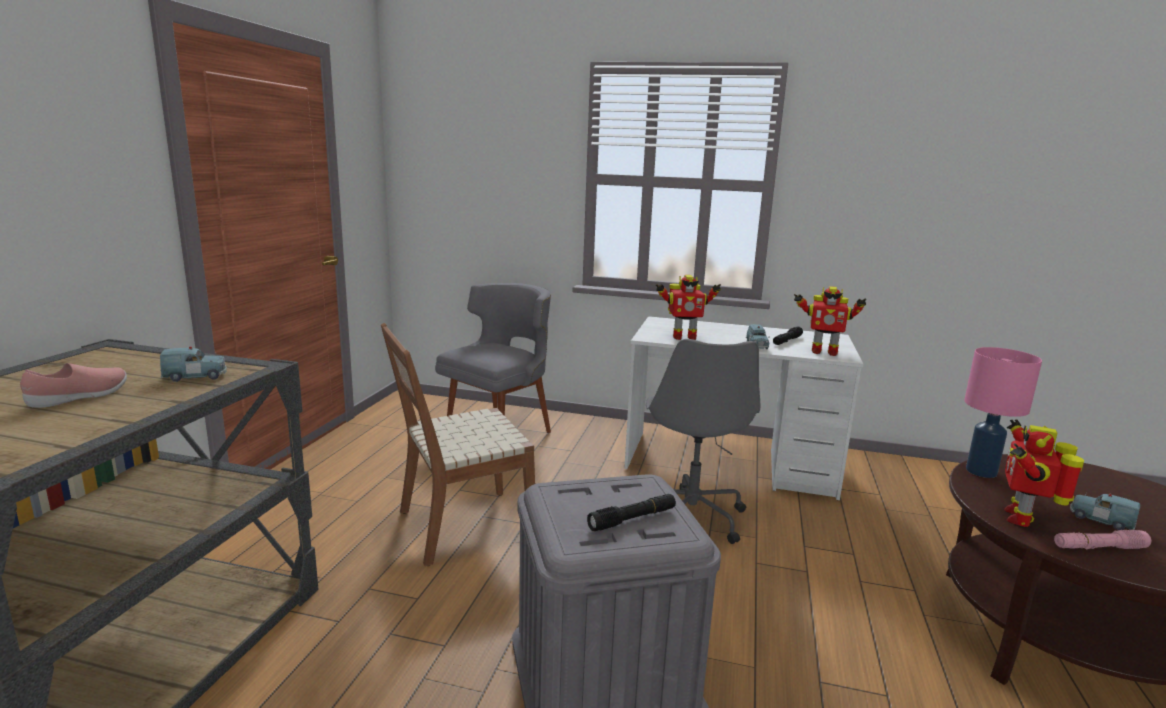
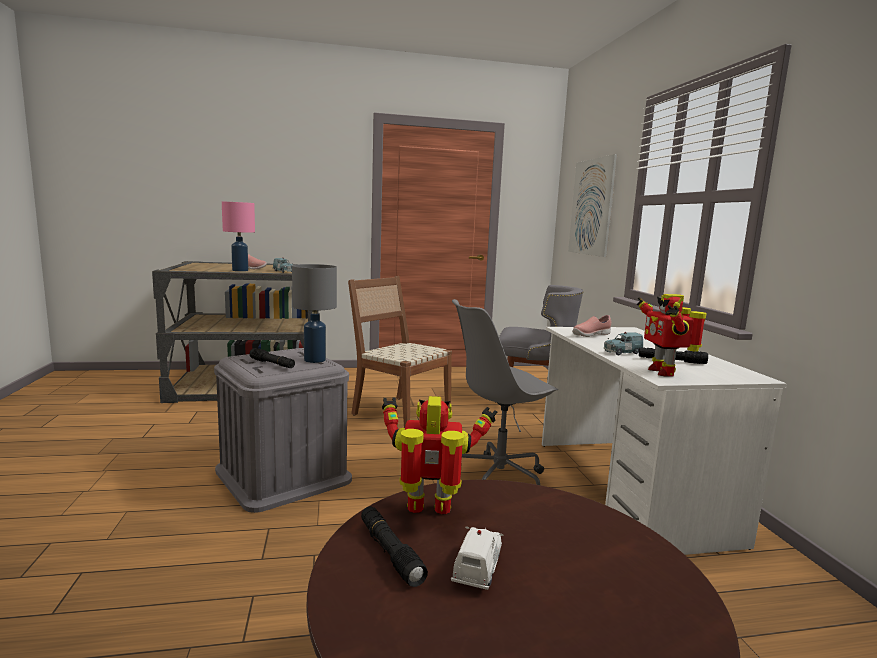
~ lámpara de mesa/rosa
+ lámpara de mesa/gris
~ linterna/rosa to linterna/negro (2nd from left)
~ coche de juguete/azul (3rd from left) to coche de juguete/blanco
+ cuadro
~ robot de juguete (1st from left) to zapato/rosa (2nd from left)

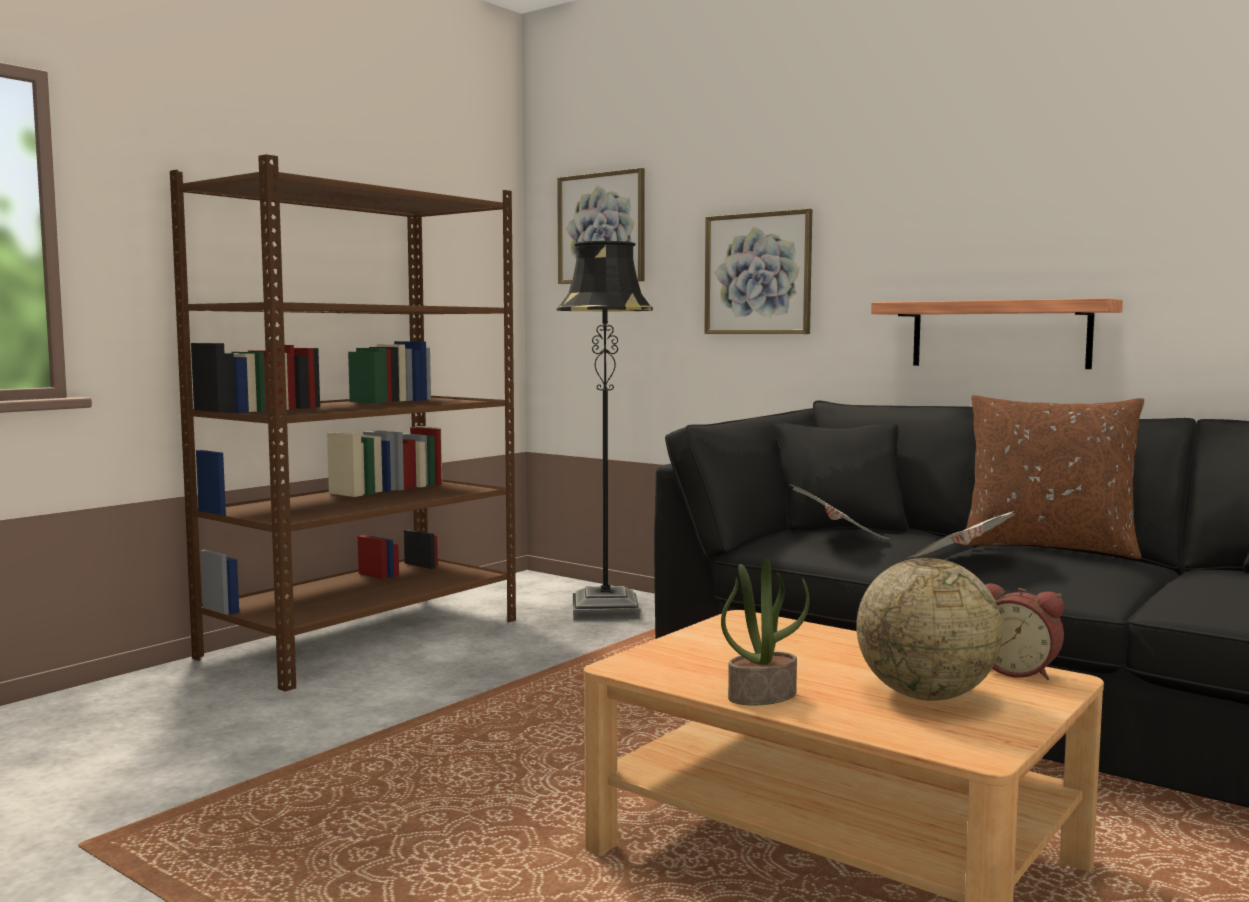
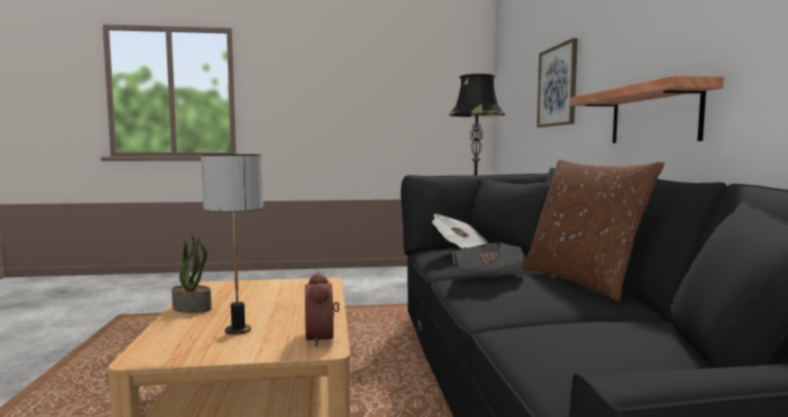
~ globo terráqueo to lámpara de mesa
- estantería/marrón
- cuadro (1st from left)

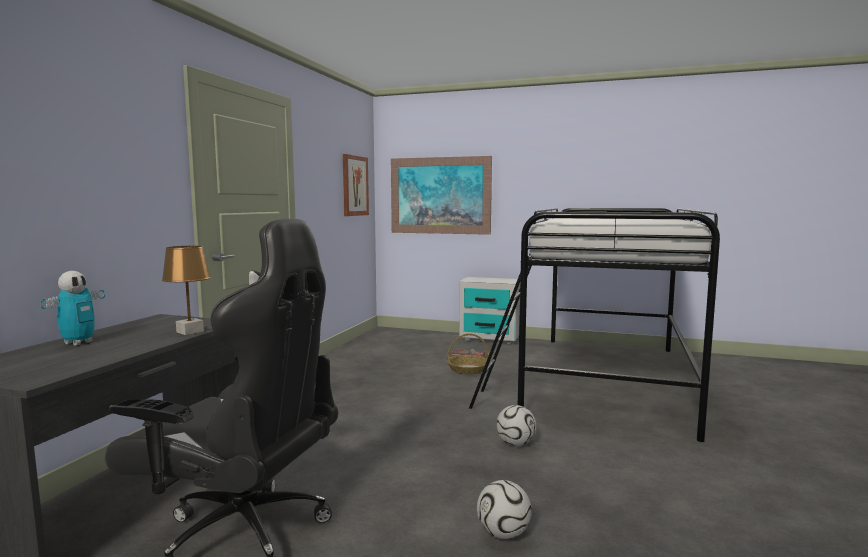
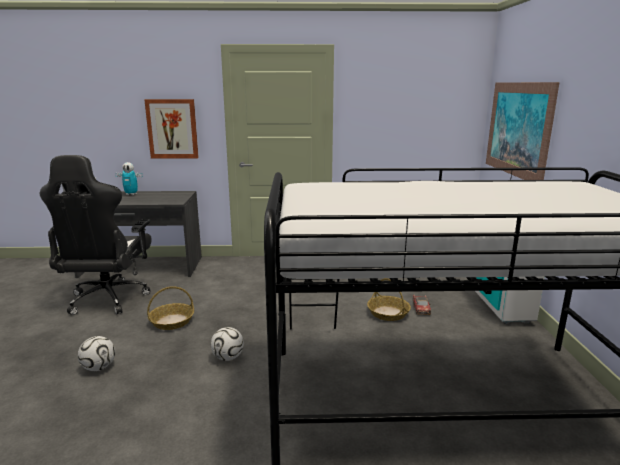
~ cuadro (1st from left)
+ cesta (1st from left)
- lámpara de mesa/marrón

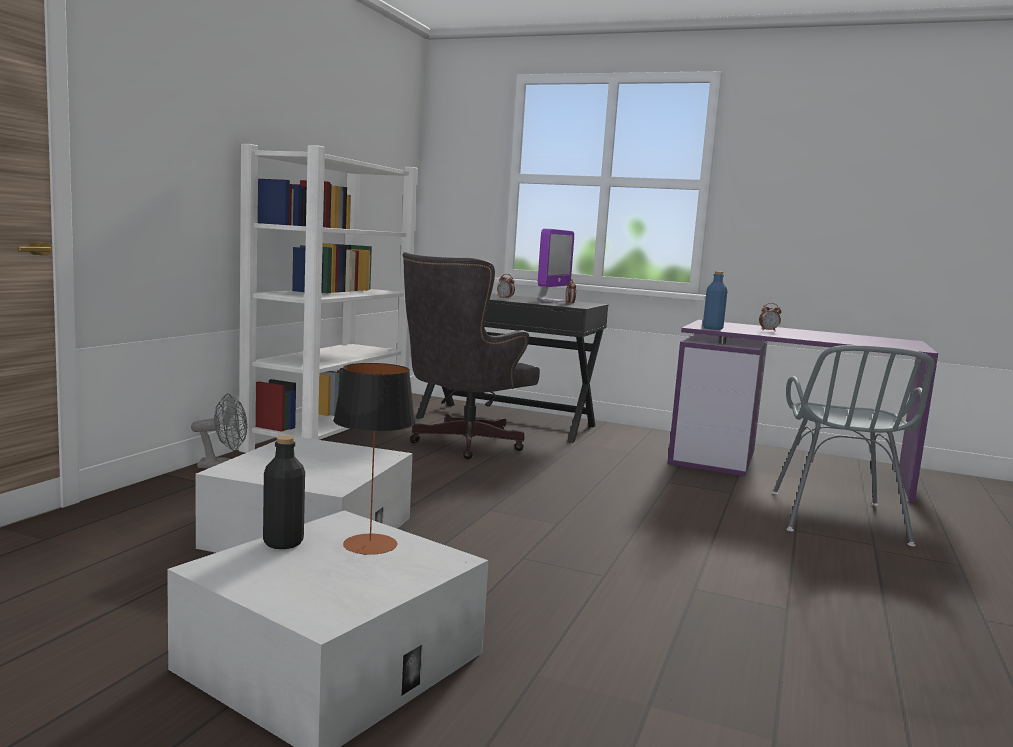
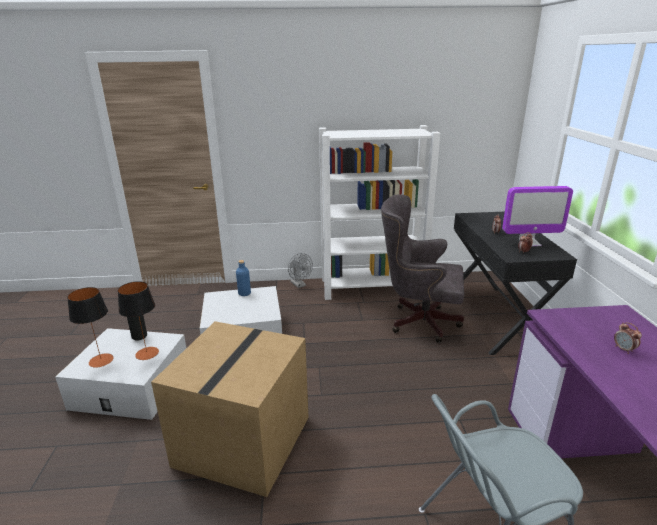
+ lámpara de mesa (1st from left)
+ caja de cartón
~ botella/azul

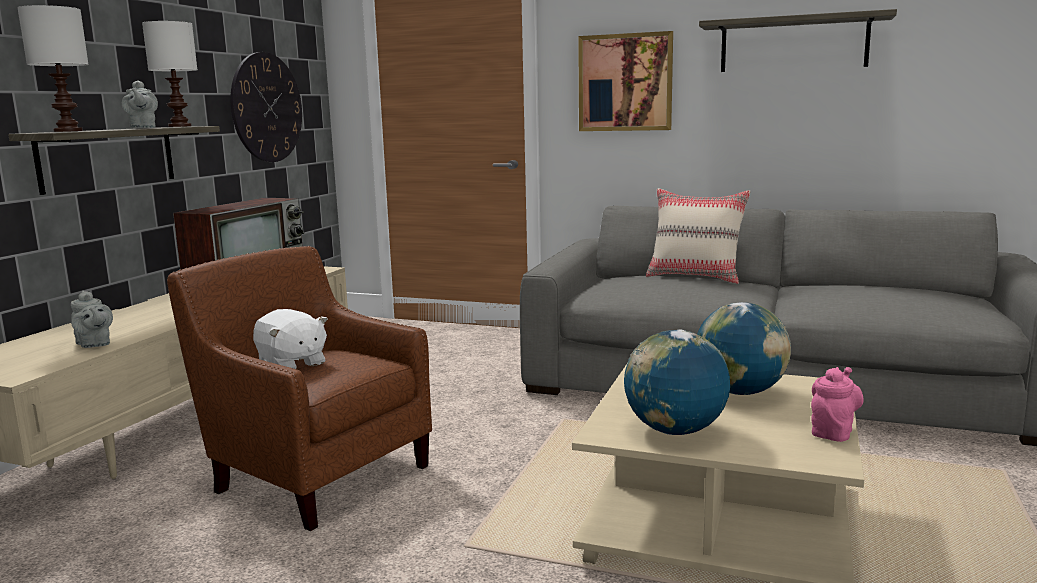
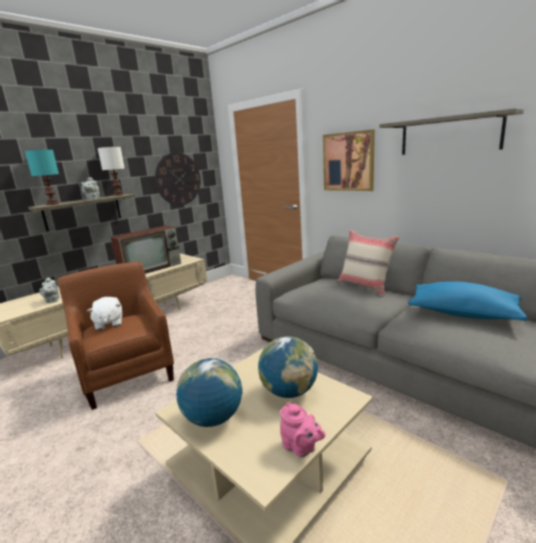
~ lámpara de mesa/blanco (1st from left) to lámpara de mesa/turquesa
~ tetera/rosa 75 degrees clockwise
+ cojín/azul

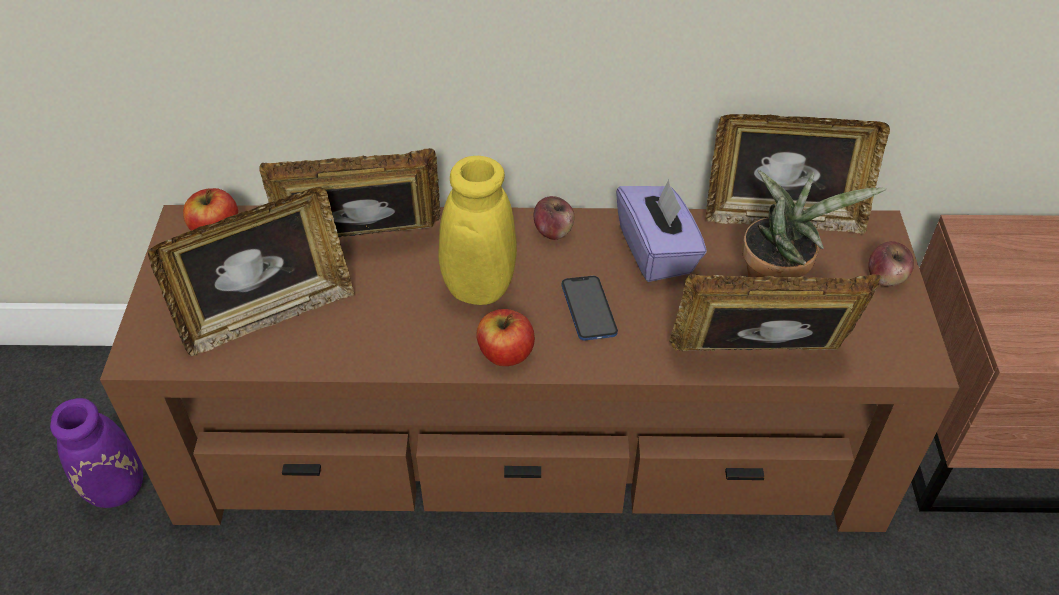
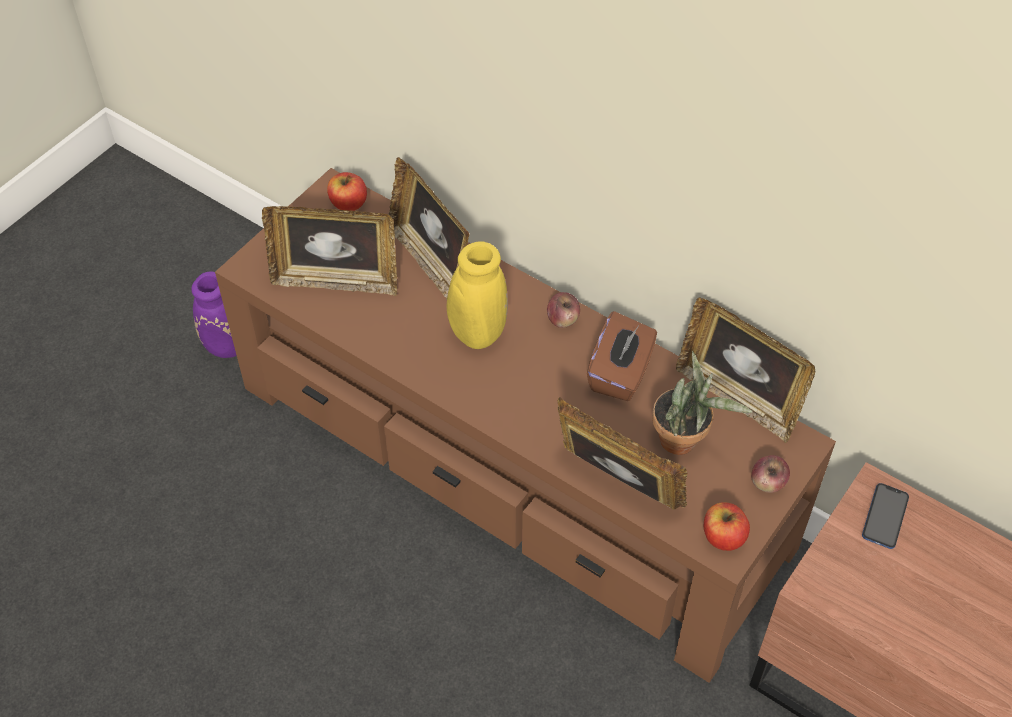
~ portarretratos (2nd from left) 150 degrees counterclockwise
~ caja de pañuelos/morado to caja de pañuelos/marrón
~ manzana (2nd from left in the first image) to manzana (3rd from left)
~ móvil

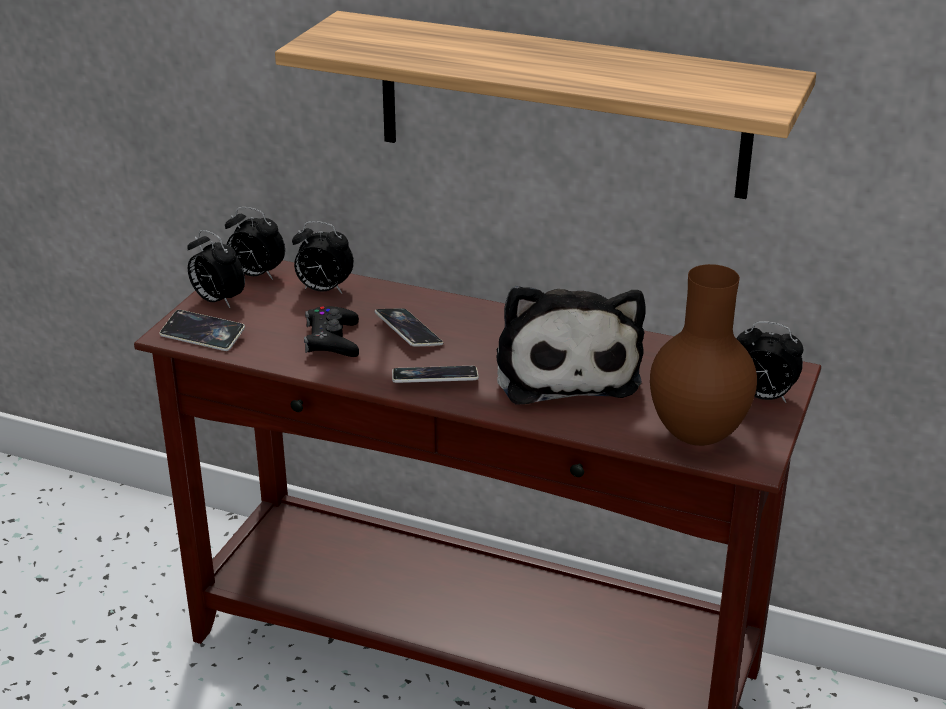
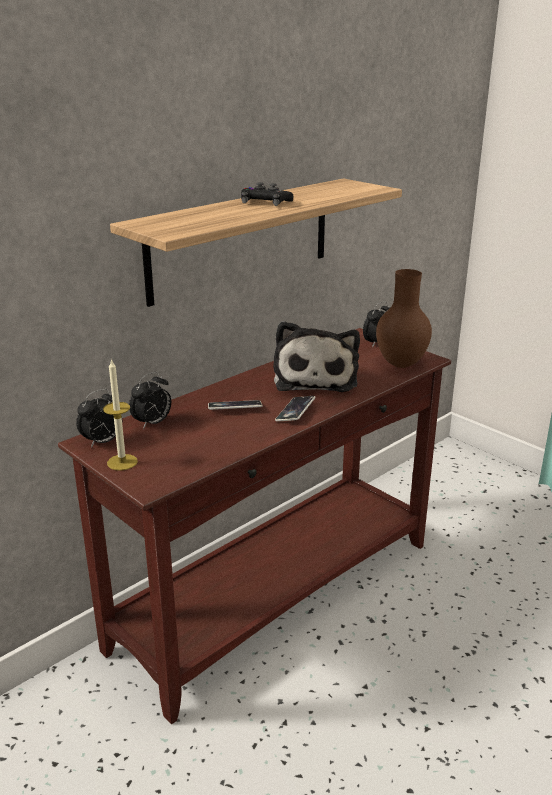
~ despertador (1st from left) to vela
~ mando de consola/negro
~ peluche 75 degrees clockwise
- móvil (1st from left)

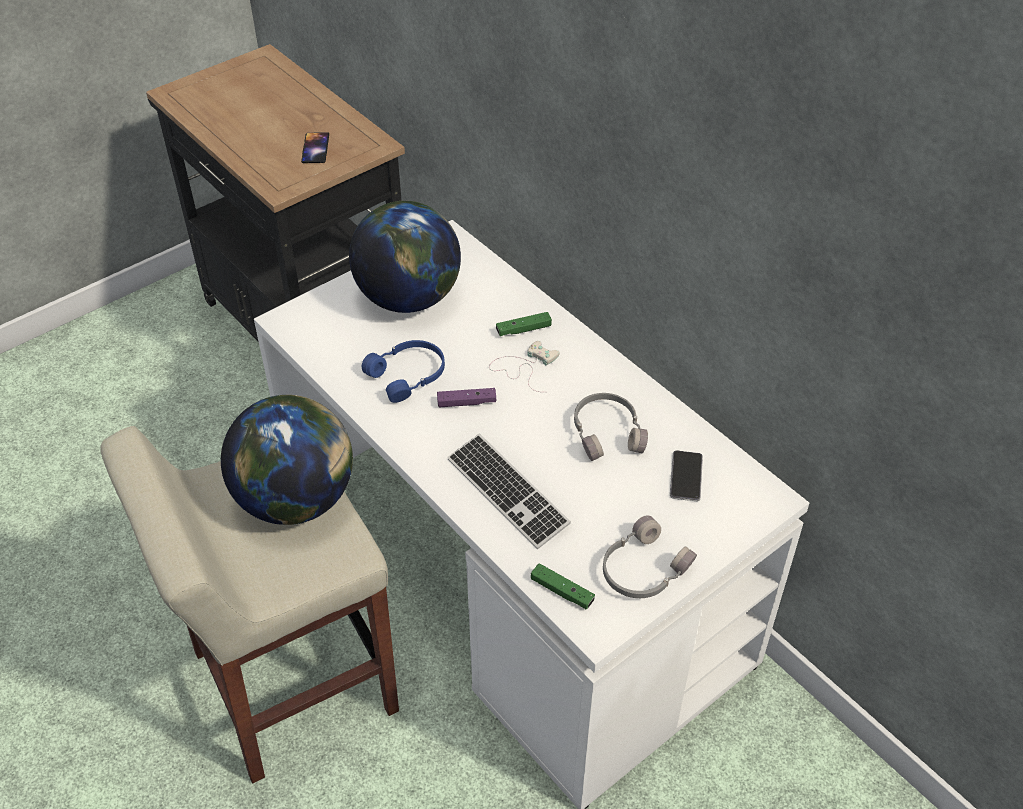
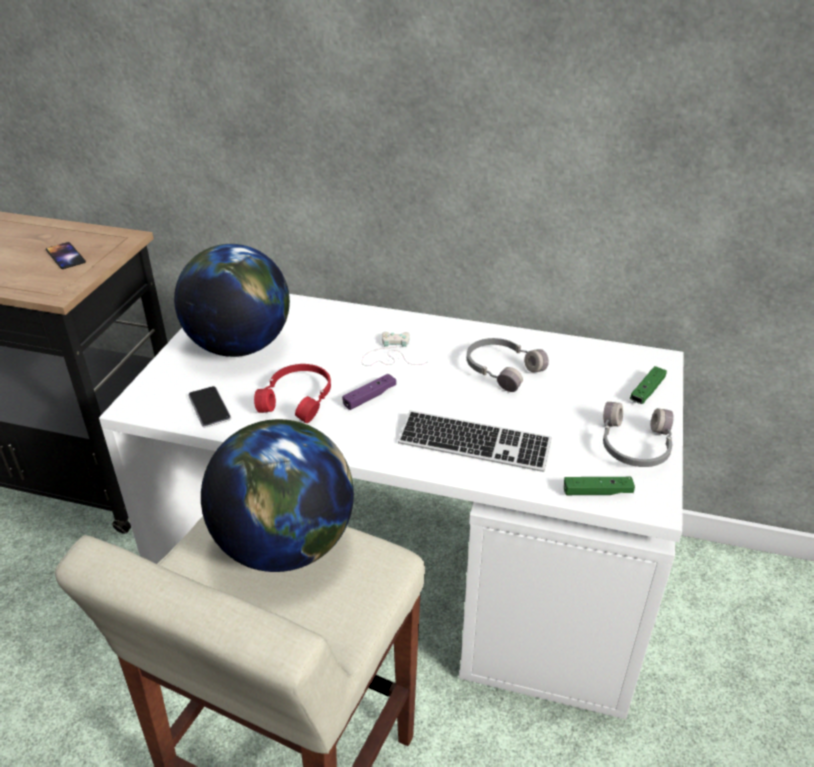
~ móvil (2nd from left)
~ auriculares/azul to auriculares/rojo
~ mando de consola/verde (1st from left in the first image) to mando de consola/verde (2nd from left)

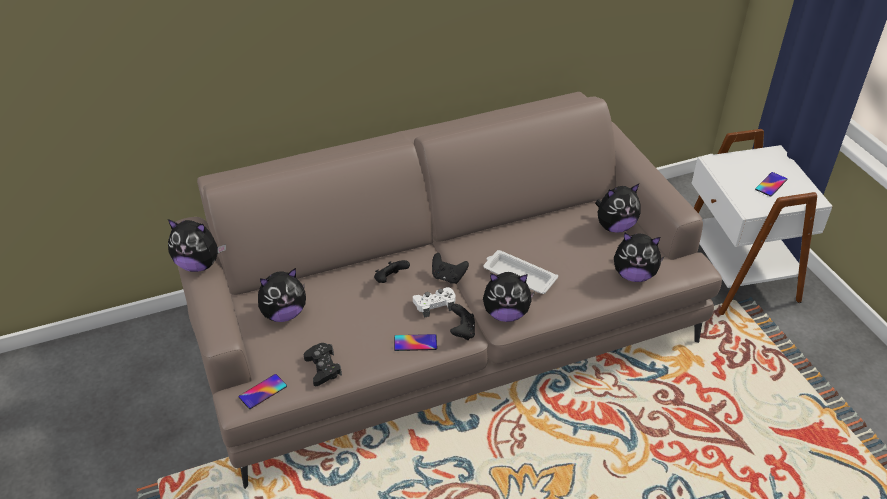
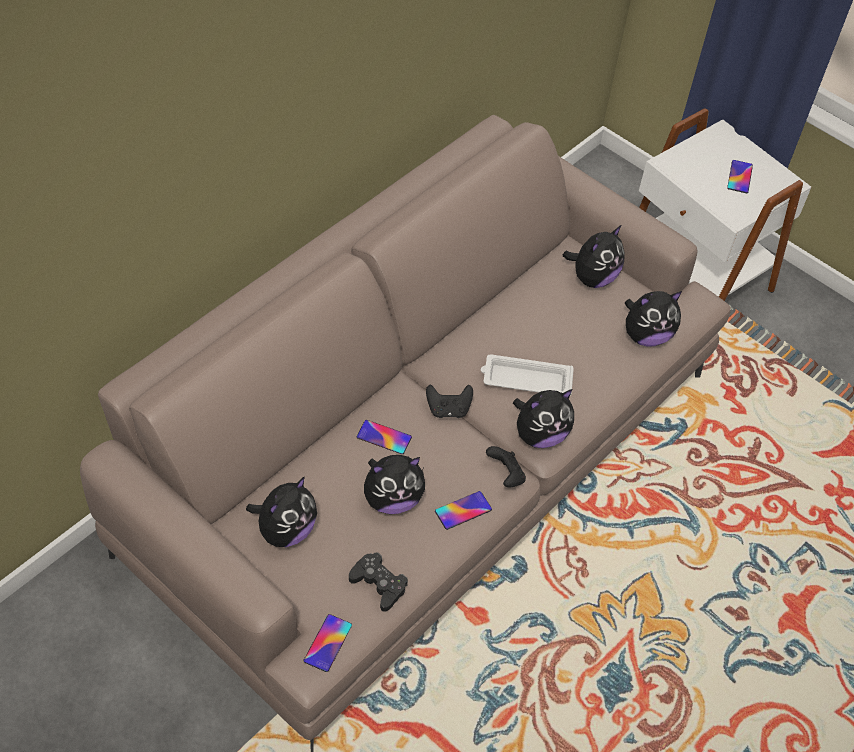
~ mando de consola/negro (2nd from left) to móvil (2nd from left)
~ peluche (1st from left in the first image) to peluche (2nd from left)
- mando de consola/blanco

